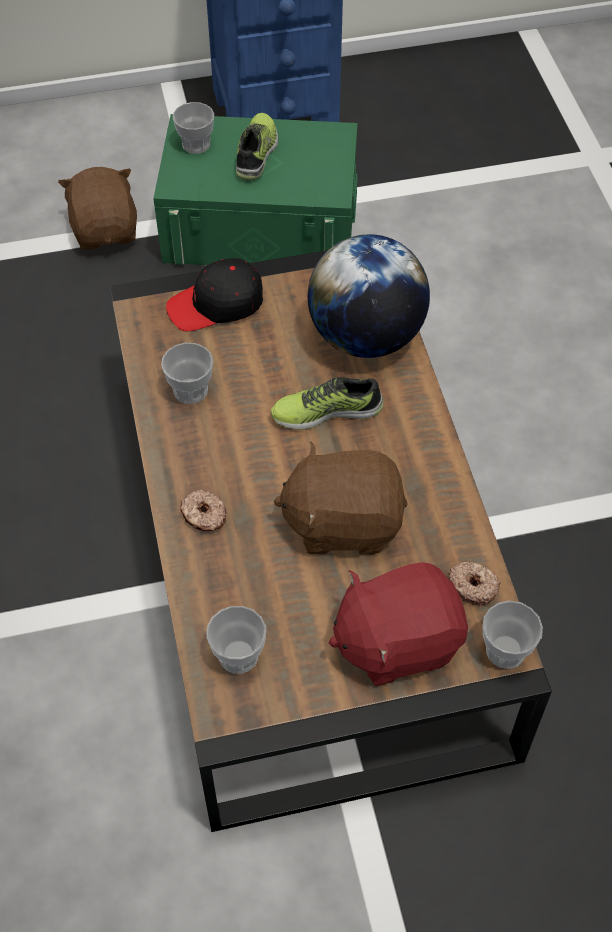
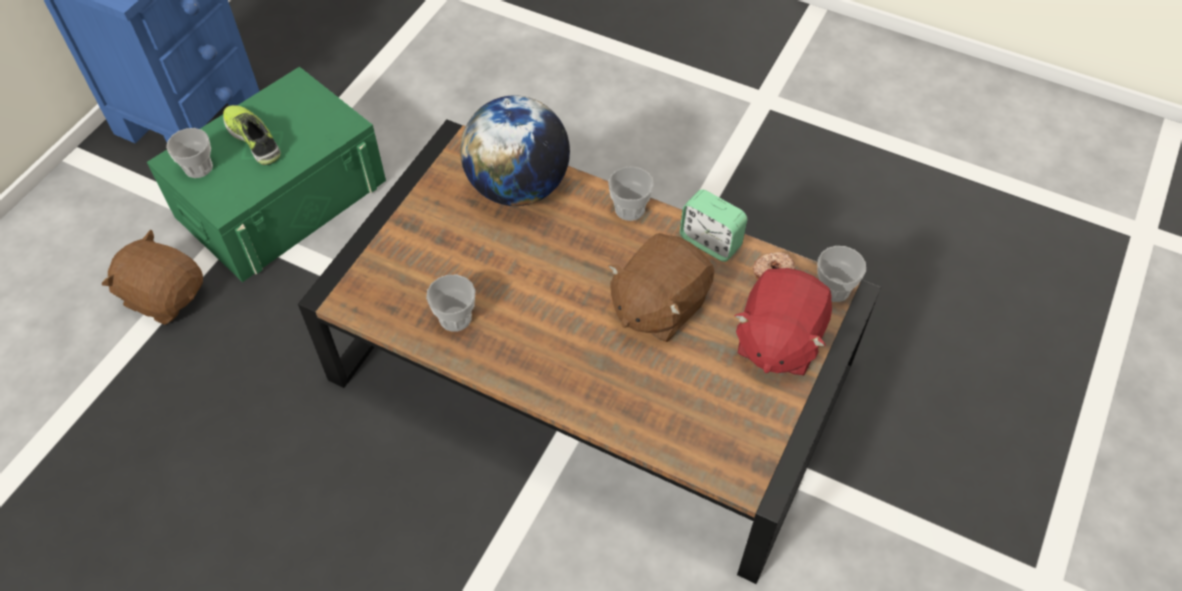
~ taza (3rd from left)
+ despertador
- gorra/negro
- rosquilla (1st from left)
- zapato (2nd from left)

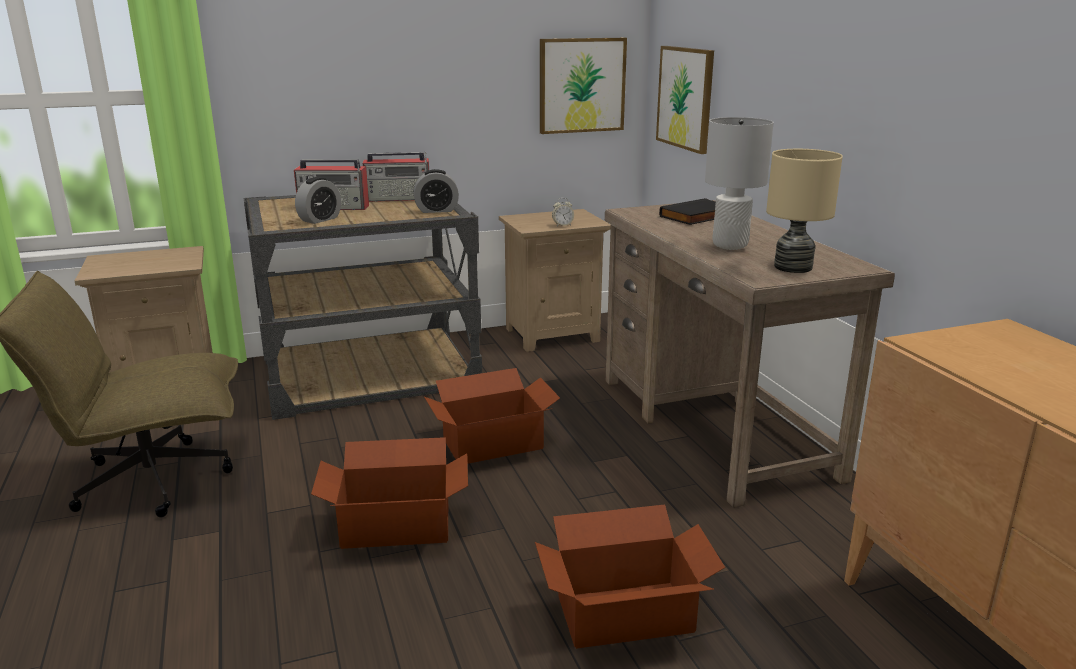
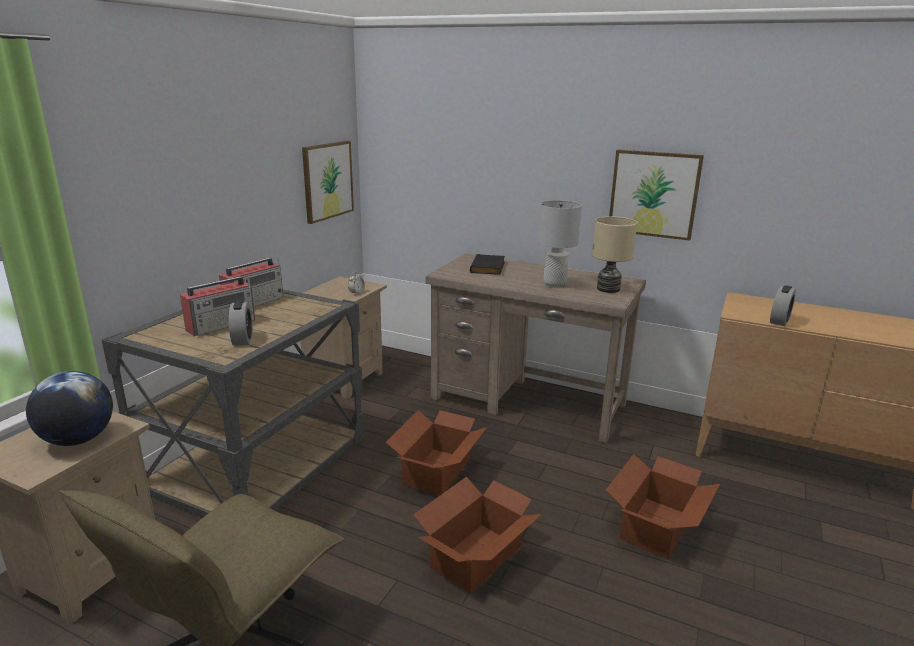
+ globo terráqueo
~ cuadro (2nd from left)
~ despertador (2nd from left in the first image) to despertador (3rd from left)

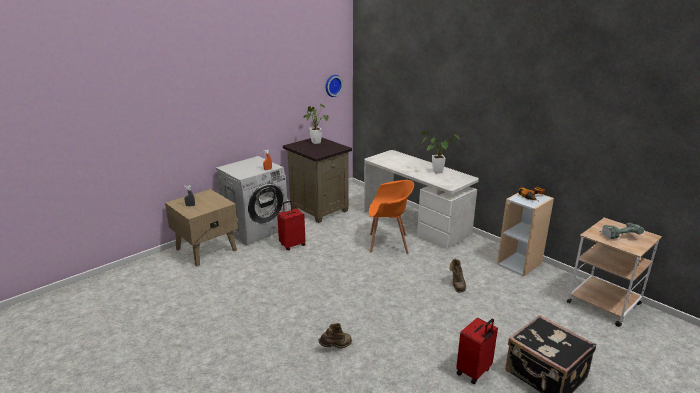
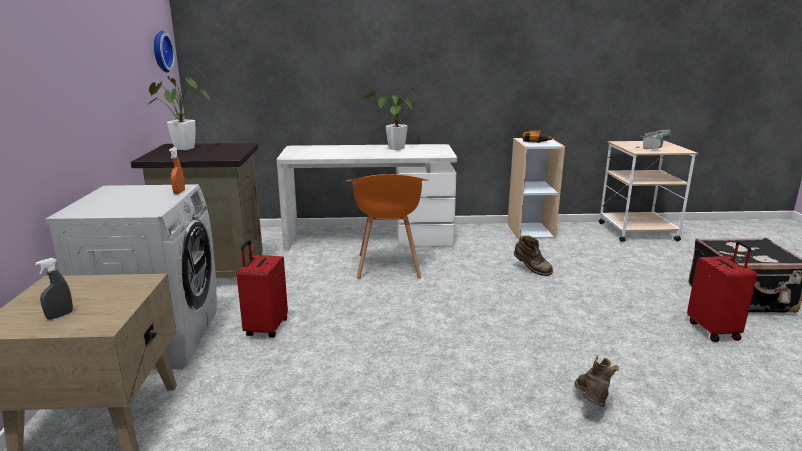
~ silla/naranja 135 degrees clockwise

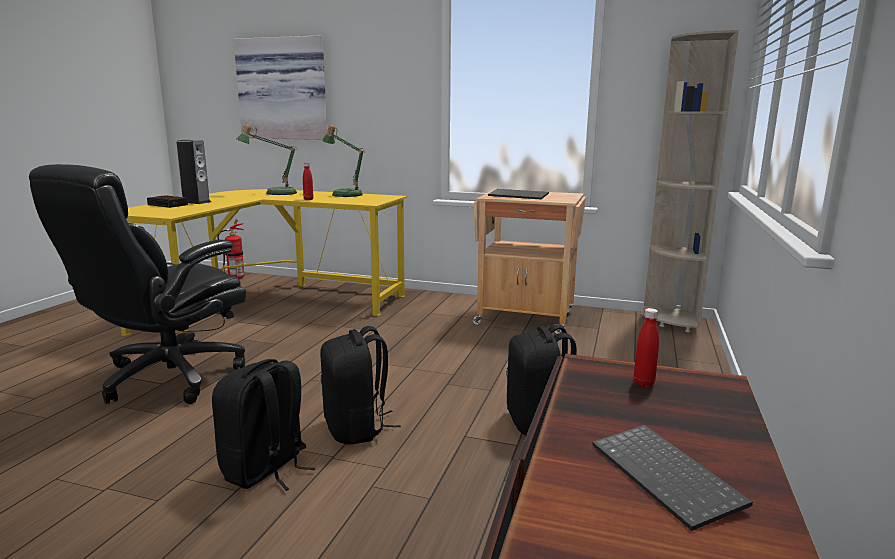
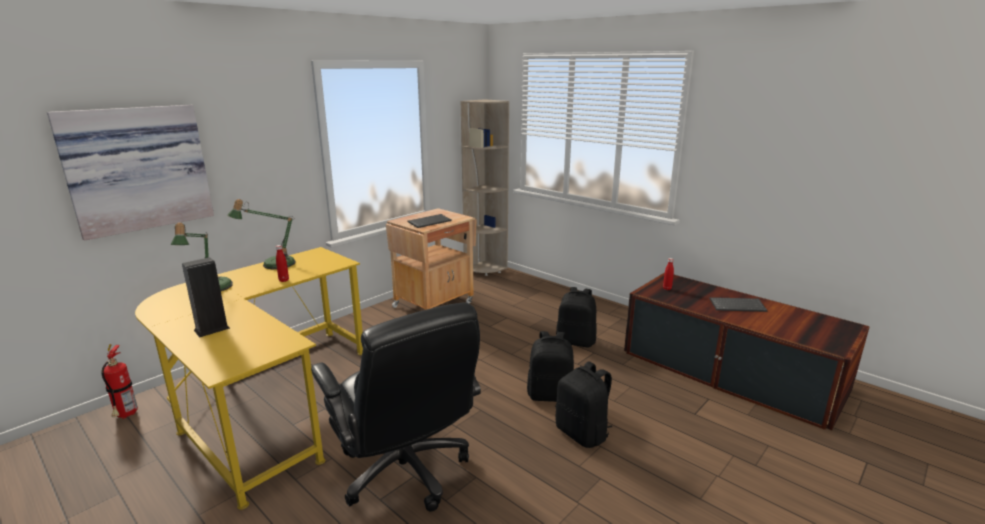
- despertador

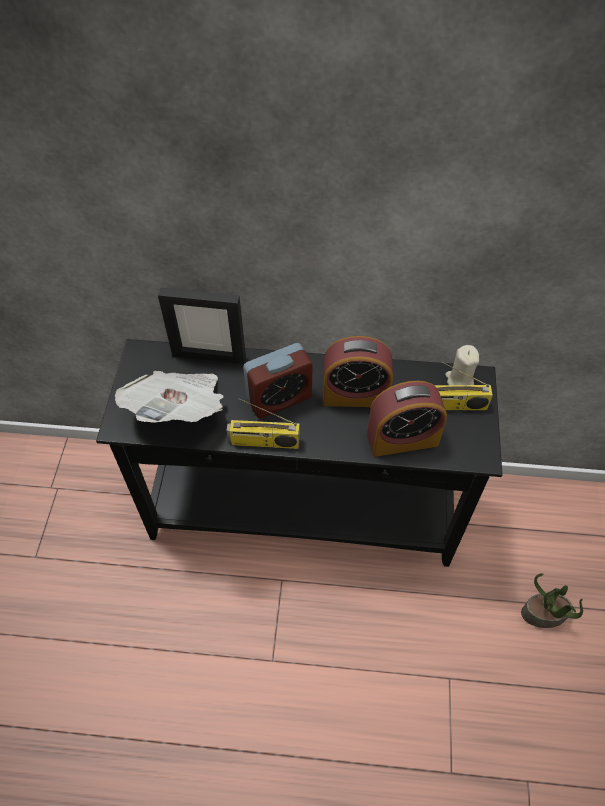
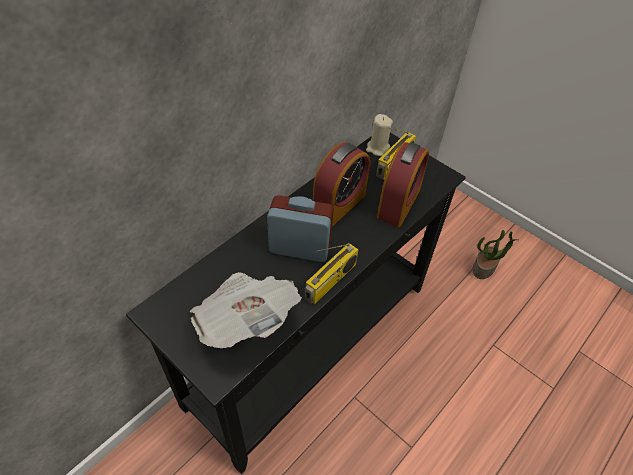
~ despertador (1st from left) 90 degrees counterclockwise
- portarretratos

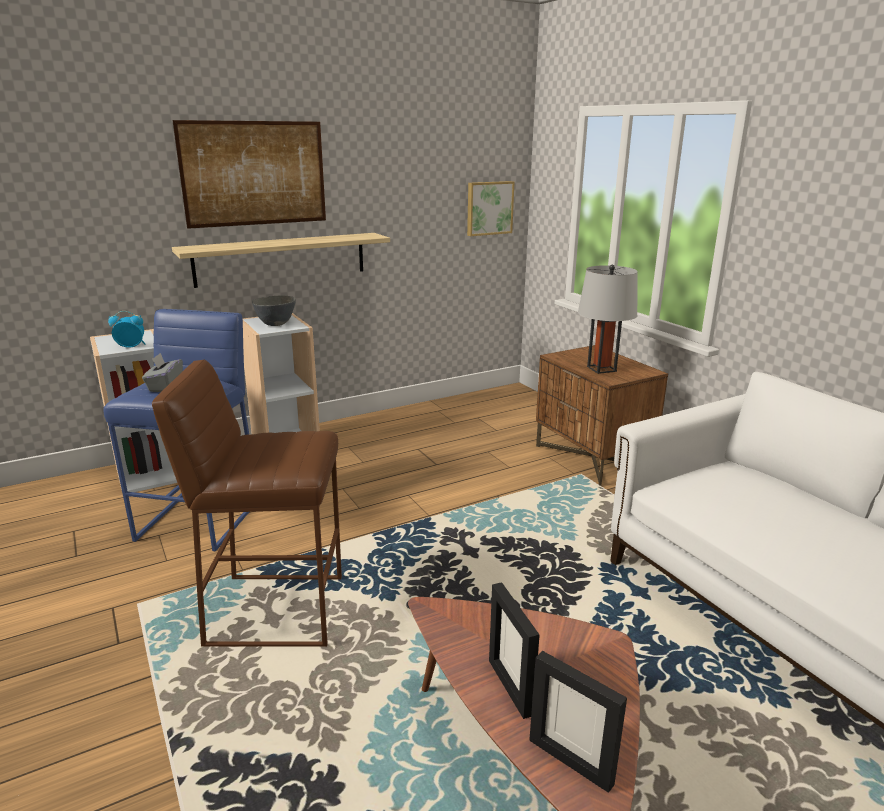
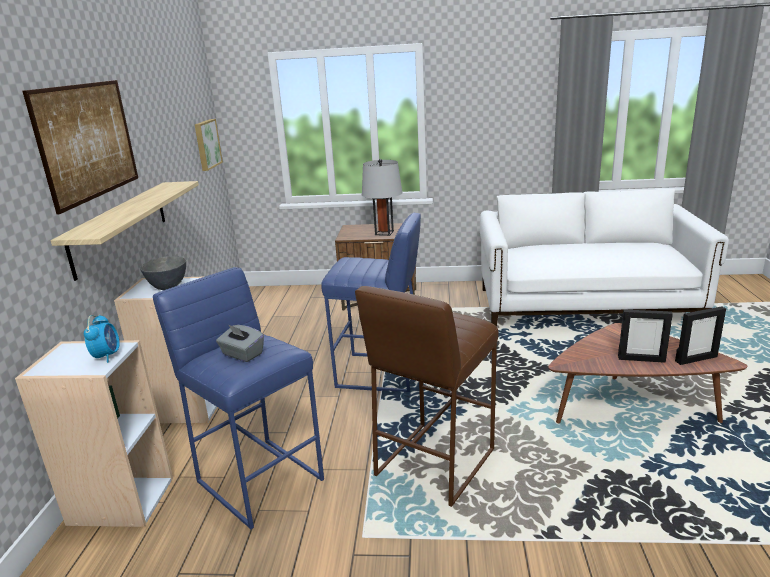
~ despertador 150 degrees clockwise
+ taburete/azul (2nd from left)

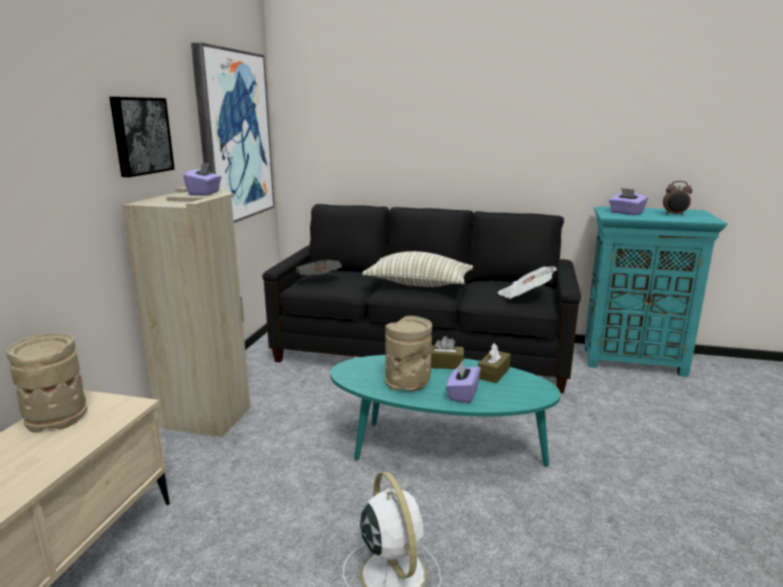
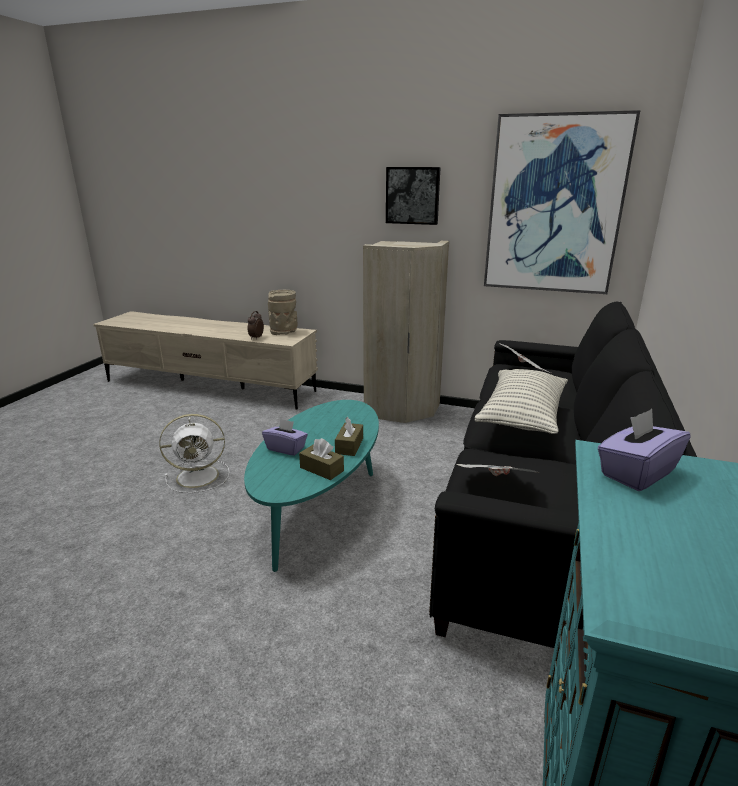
~ despertador
- caja de pañuelos/morado (1st from left)
- florero/beis (2nd from left)

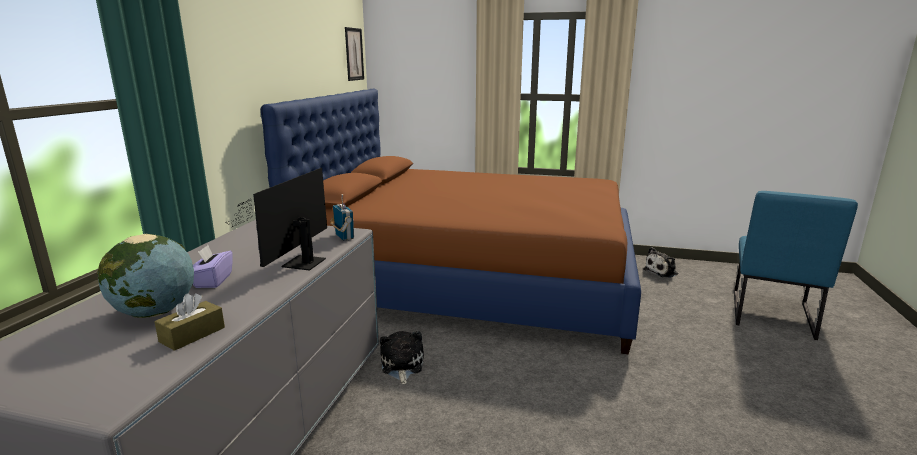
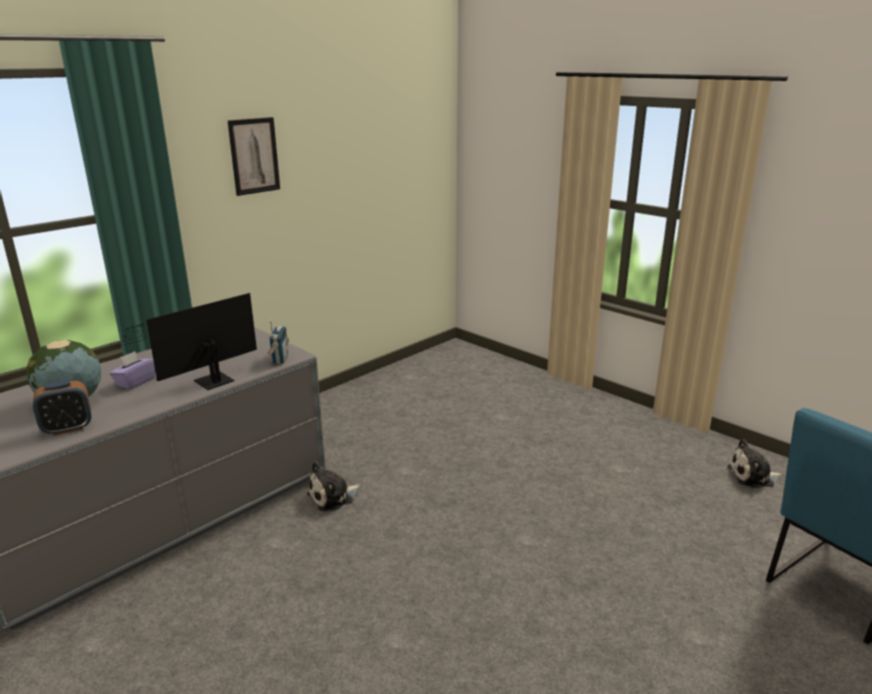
~ caja de pañuelos/marrón to despertador
~ cuadro
~ peluche (1st from left) 150 degrees counterclockwise
- cama/marrón

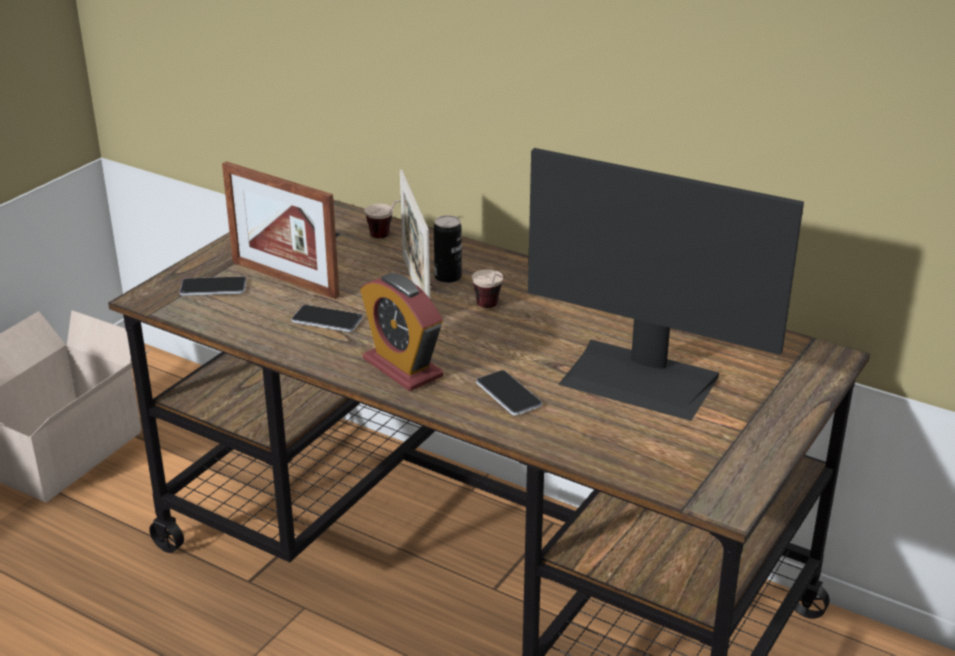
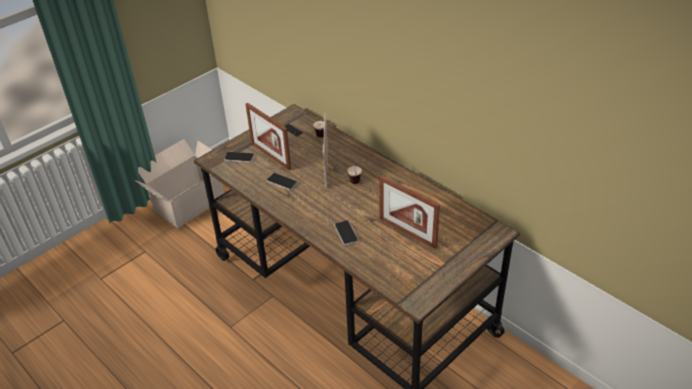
~ monitor to portarretratos (3rd from left)
- despertador
- lata

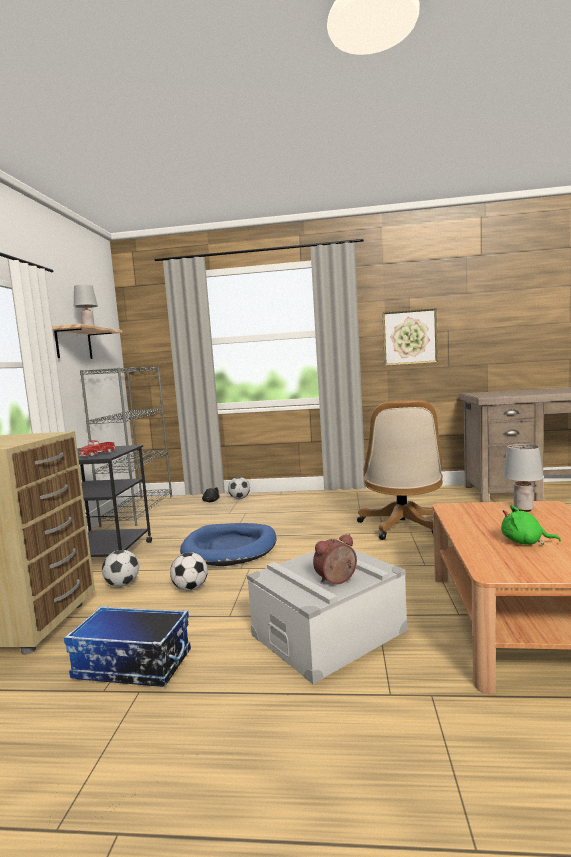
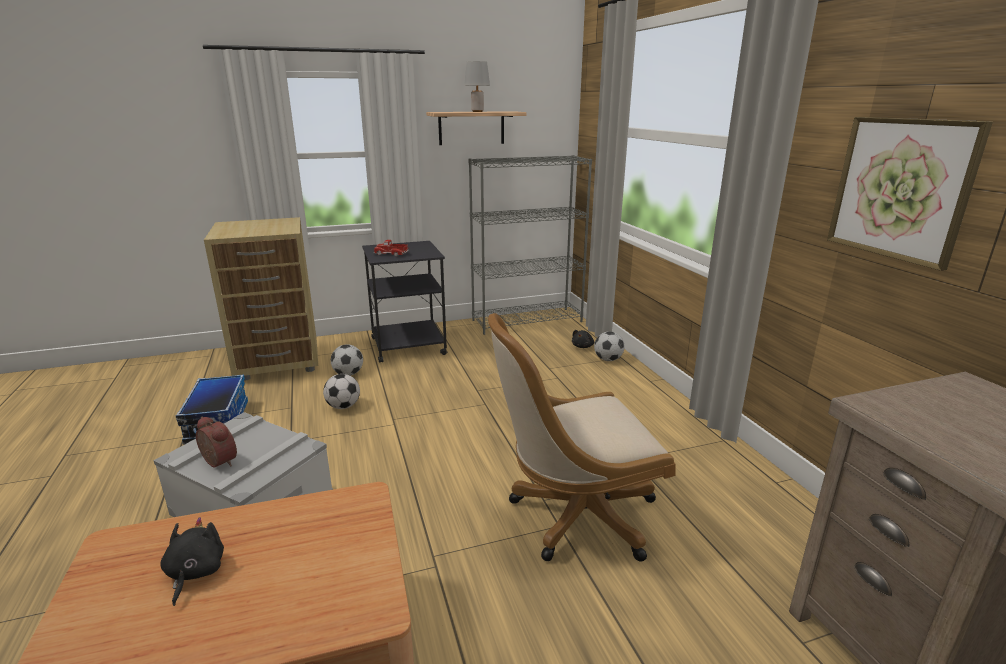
~ peluche/verde to peluche/negro (1st from left)
- cama para perro/azul
- lámpara de mesa/gris (2nd from left)

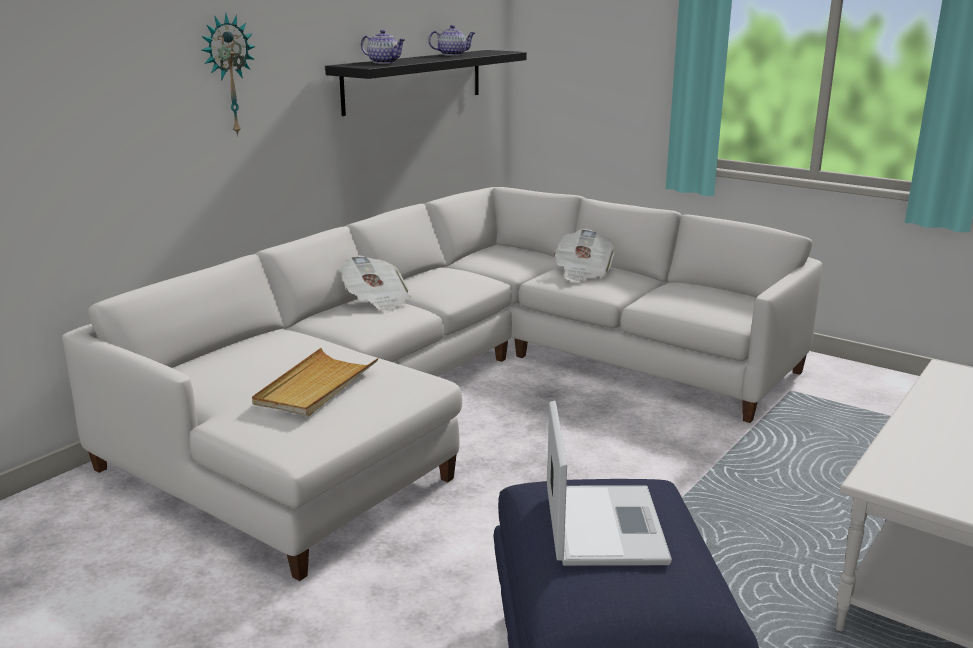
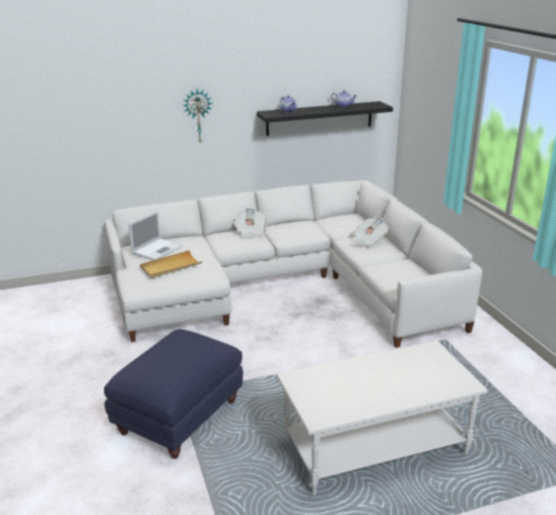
~ portátil

